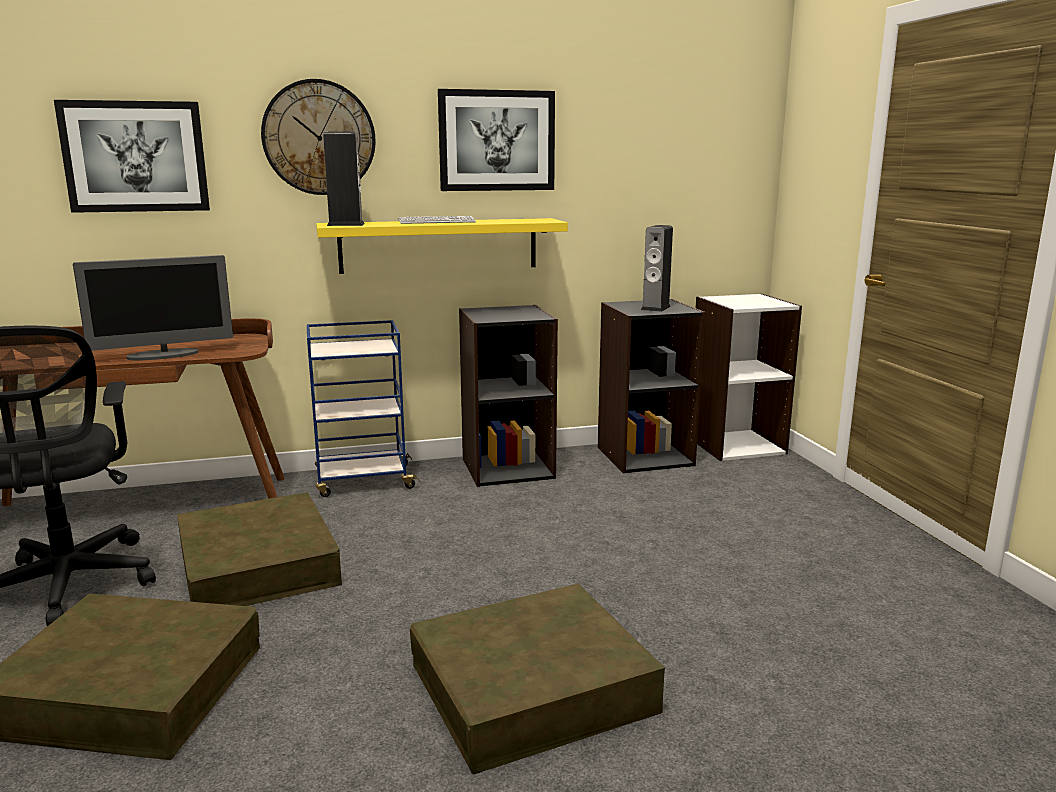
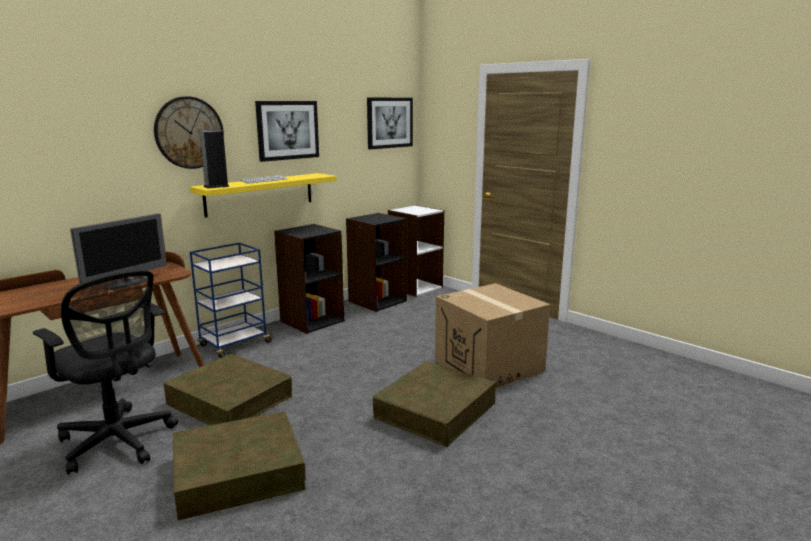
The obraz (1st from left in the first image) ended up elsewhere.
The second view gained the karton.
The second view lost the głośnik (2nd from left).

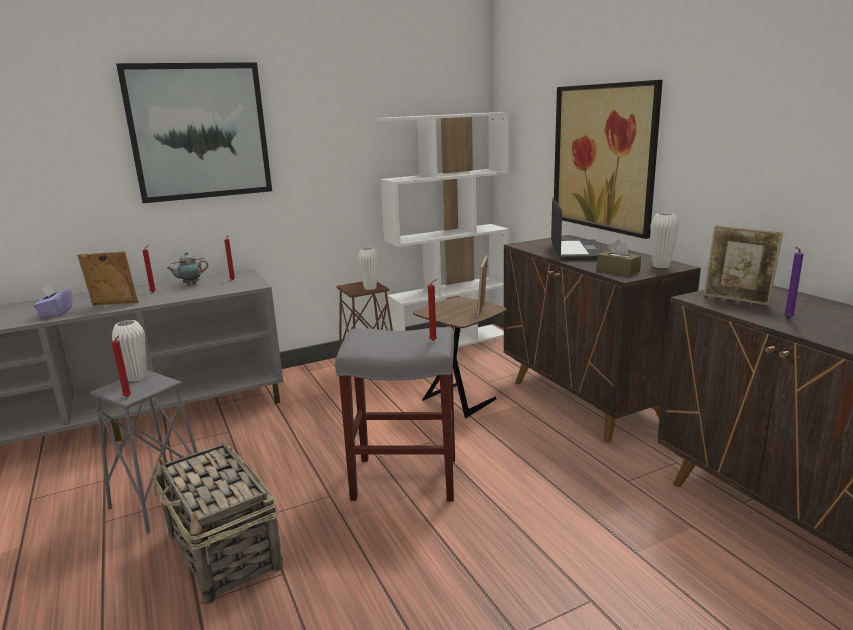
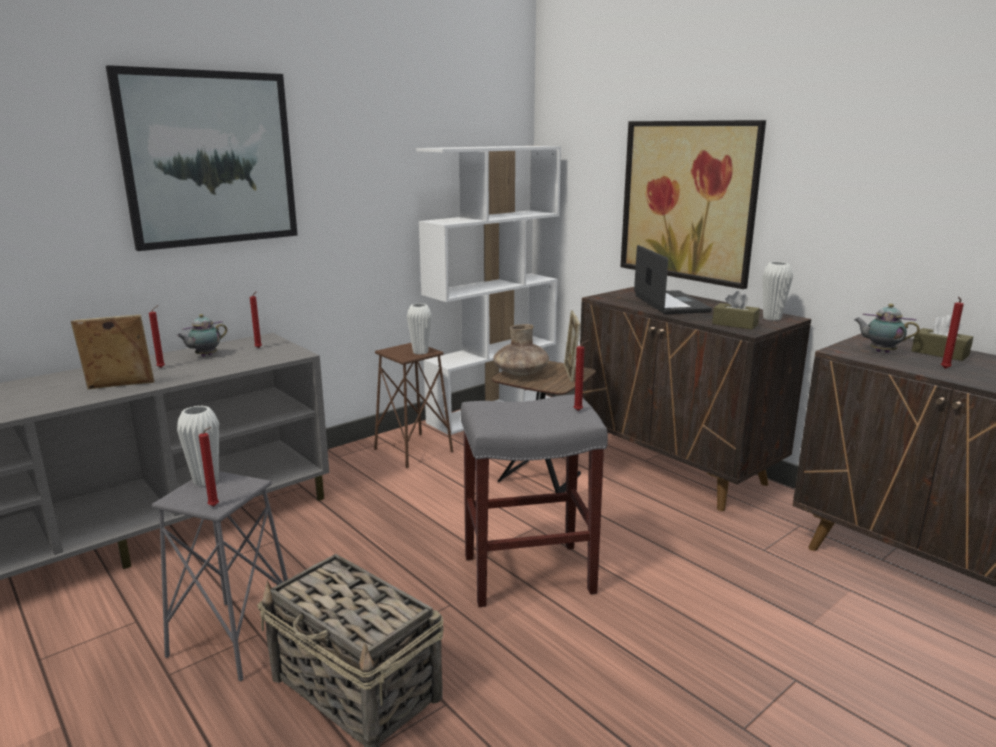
The second view gained the wazon (brązowy).
Where the ramka na zdjęcie (3rd from left) stood, the imbryk (2nd from left) came to stand.
The second view gained the pudełko chusteczek (brązowy) (2nd from left).
What was the świeca (fioletowy) turned into the świeca (czerwony) (5th from left).
The second view lost the pudełko chusteczek (fioletowy).

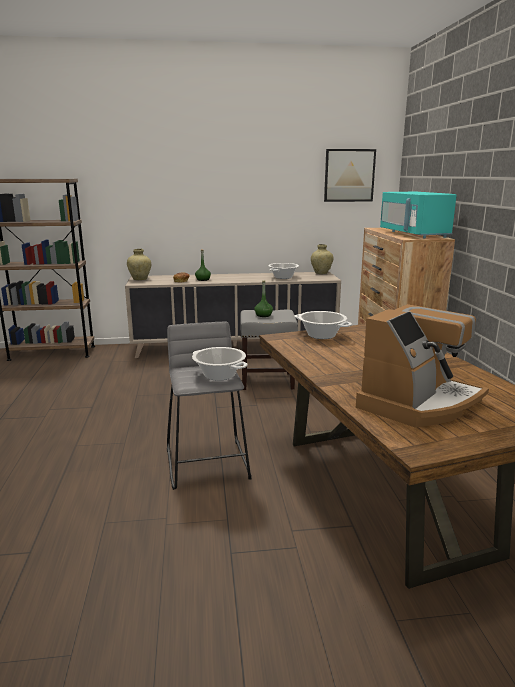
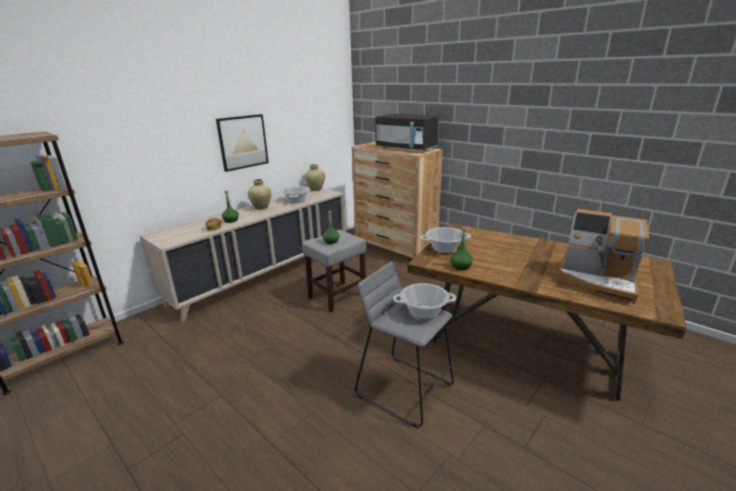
The obraz ended up elsewhere.
The wazon (beżowy) (1st from left) ended up elsewhere.
What was the mikrofalówka (turkusowy) turned into the mikrofalówka (czarny).
The second view gained the butelka (zielony) (3rd from left).
The ekspres do kawy ended up facing another way, 120 degrees clockwise from before.

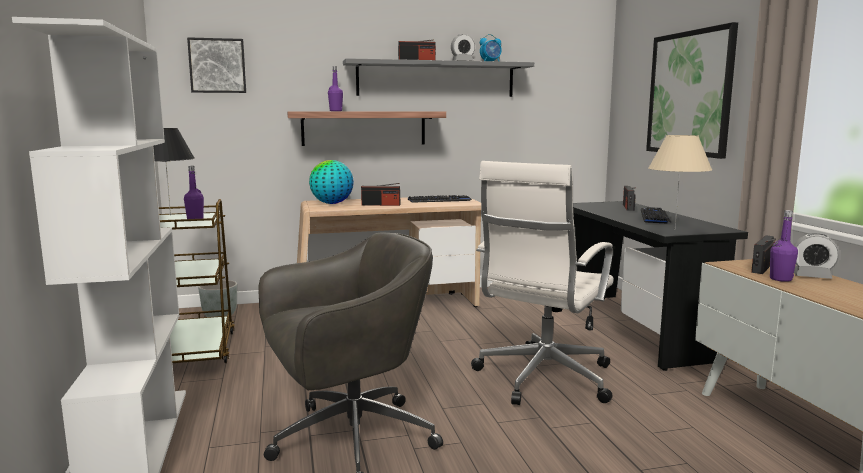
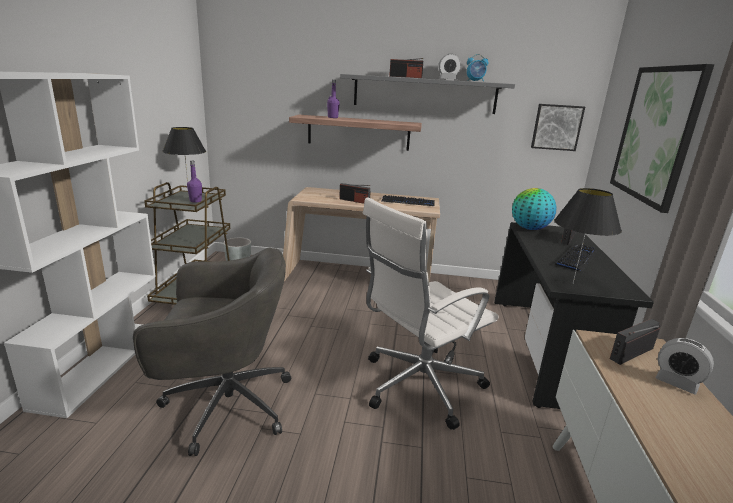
The globus ended up elsewhere.
The obraz (1st from left) ended up elsewhere.
What was the lampa stołowa (beżowy) turned into the lampa stołowa (czarny) (2nd from left).
The second view lost the butelka (fioletowy) (3rd from left).

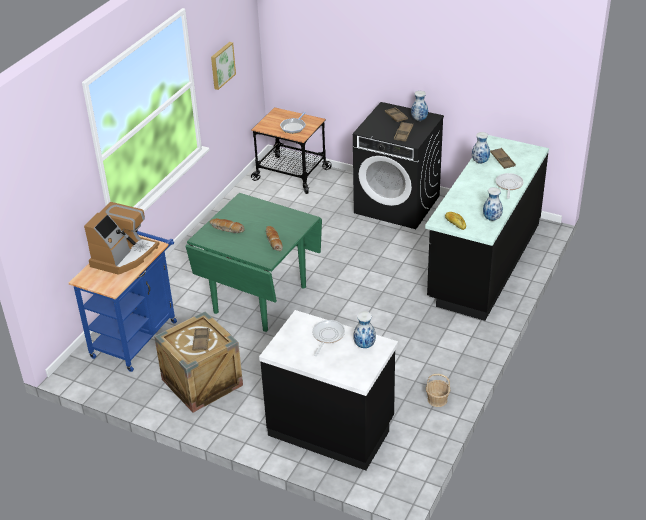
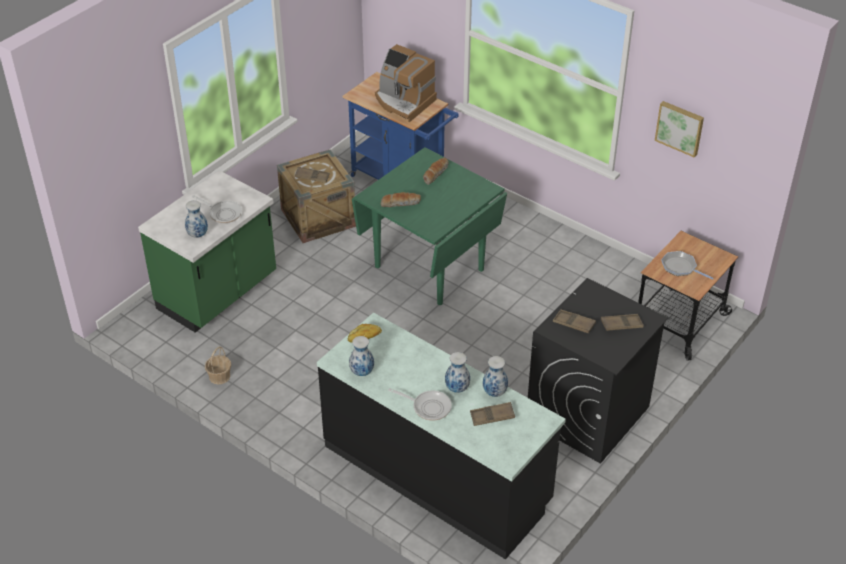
What was the zabudowa kuchenna (czarny) (1st from left) turned into the zabudowa kuchenna (zielony).
The wazon (2nd from left in the first image) ended up elsewhere.

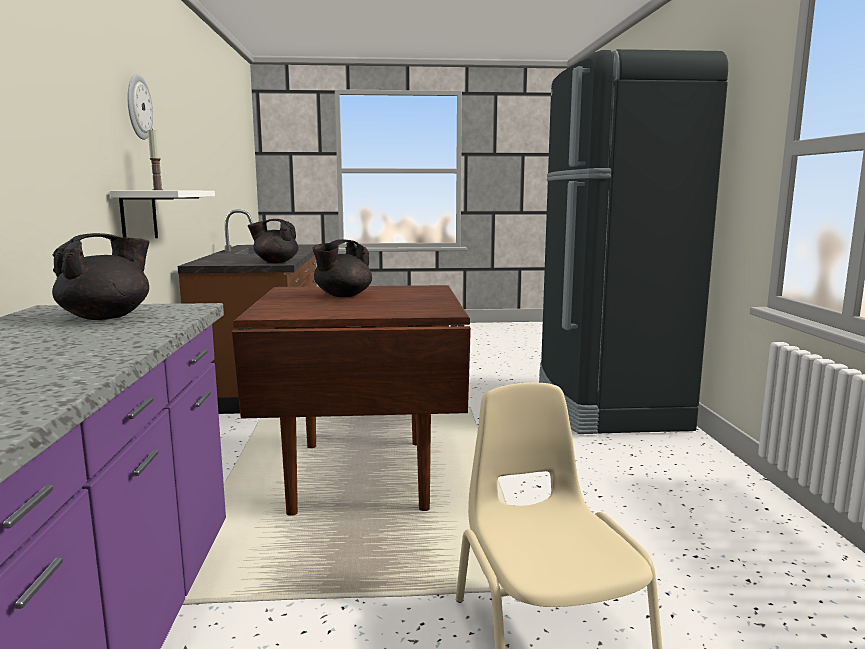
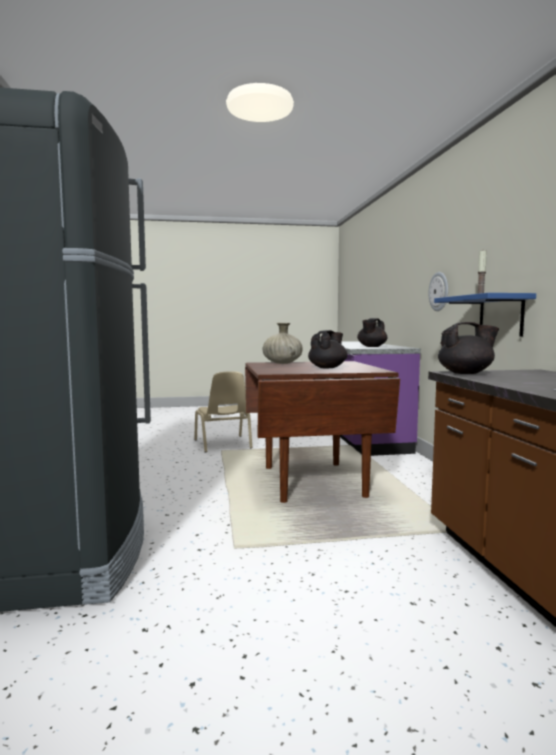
The second view gained the wazon (beżowy).
The zegar ścienny ended up elsewhere.
What was the półka (biały) turned into the półka (niebieski).

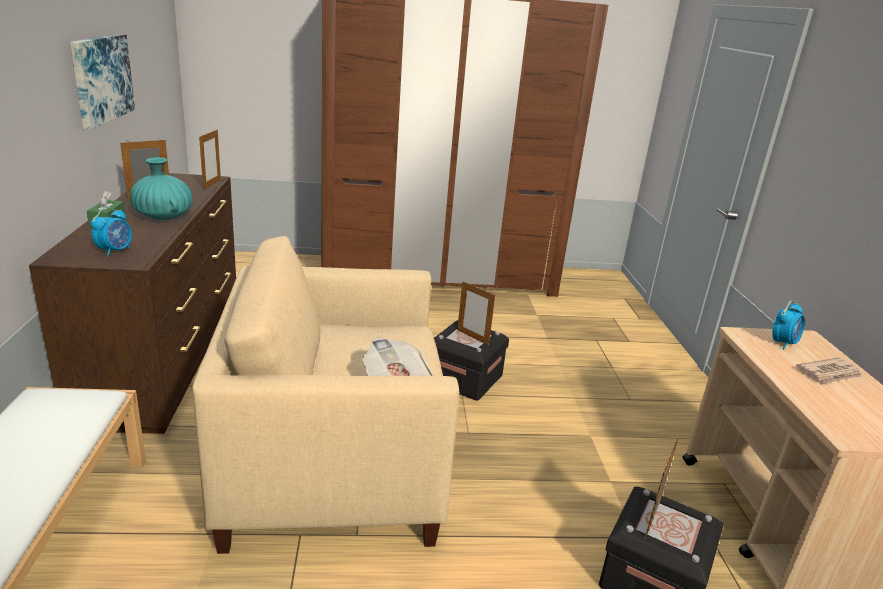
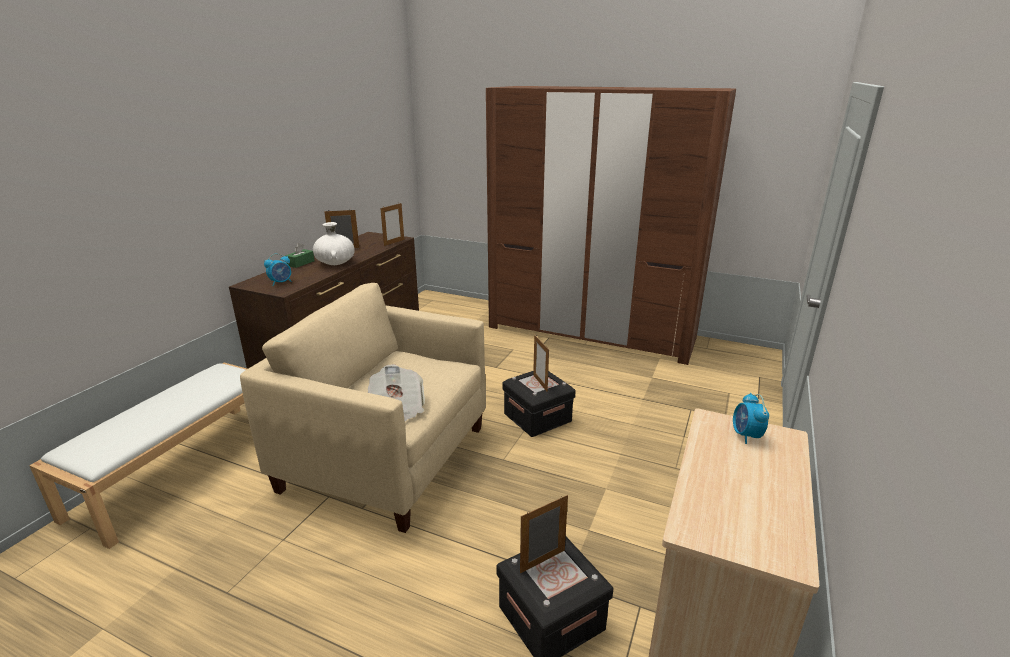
What was the wazon (turkusowy) turned into the wazon (biały).
The budzik (2nd from left) ended up facing another way, 105 degrees clockwise from before.
The second view lost the obraz.
The second view lost the gazeta (2nd from left).

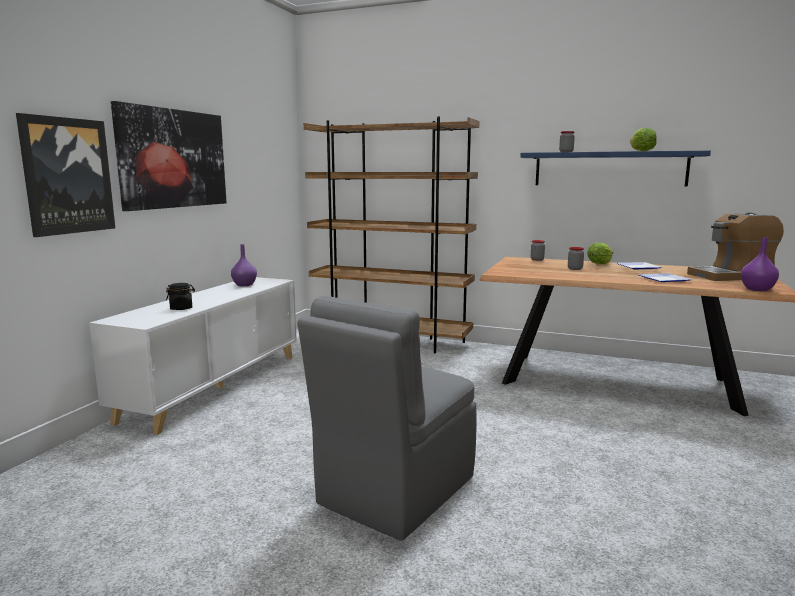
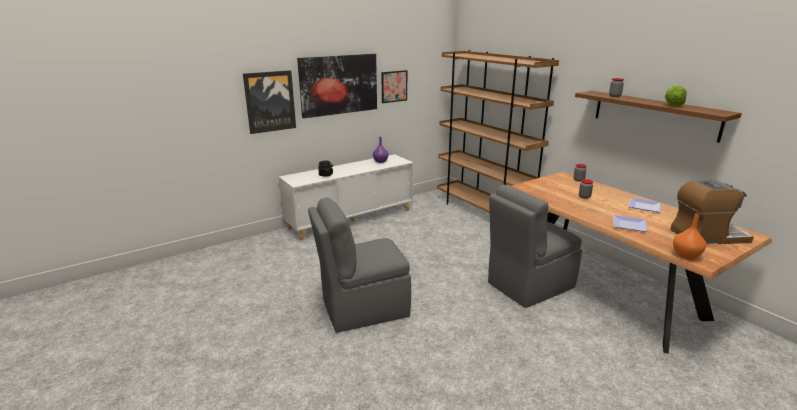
The second view gained the obraz (3rd from left).
The second view gained the krzesło (szary) (2nd from left).
What was the półka (niebieski) turned into the półka (brązowy).
The ekspres do kawy ended up facing another way, 150 degrees clockwise from before.
What was the wazon (fioletowy) (2nd from left) turned into the wazon (pomarańczowy).
The second view lost the sałata (1st from left).

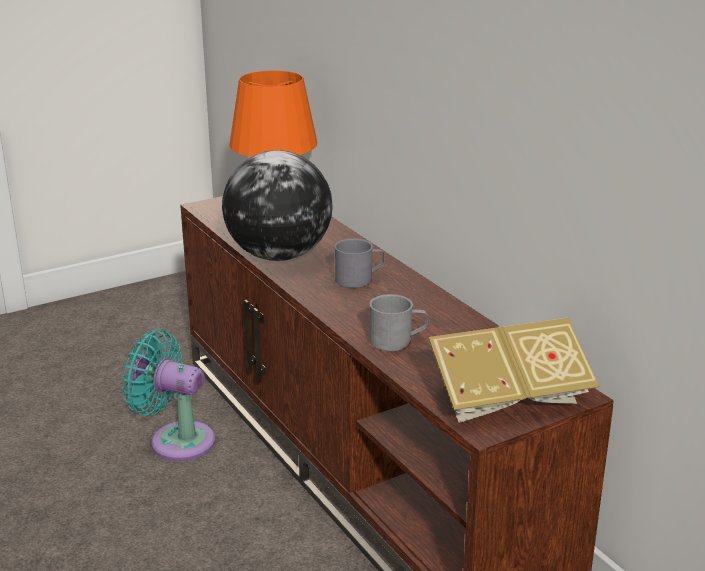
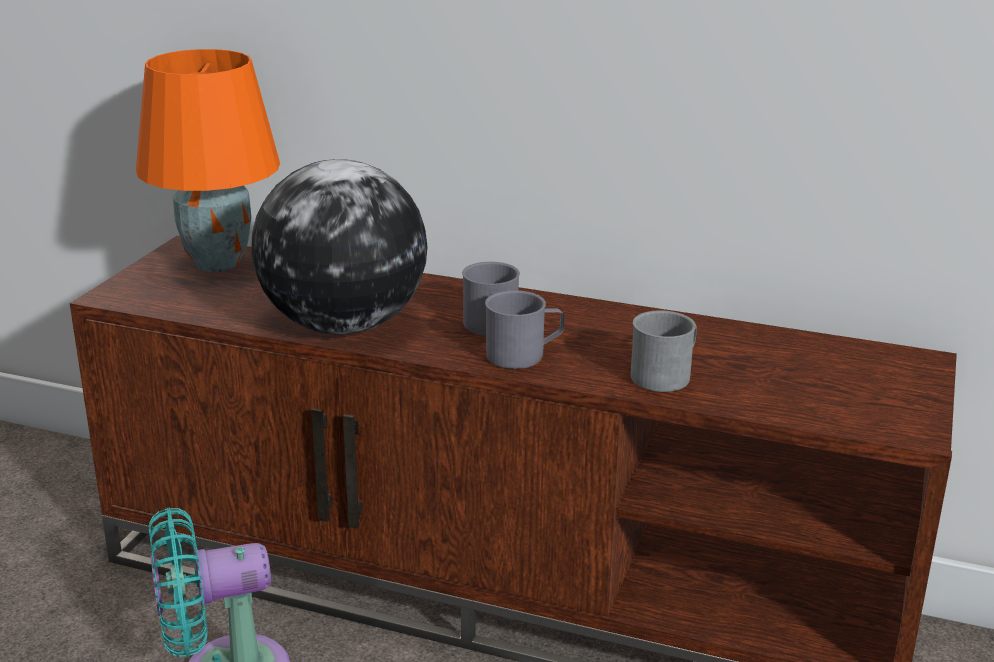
The second view gained the kubek (szary) (2nd from left).
The second view lost the książka.

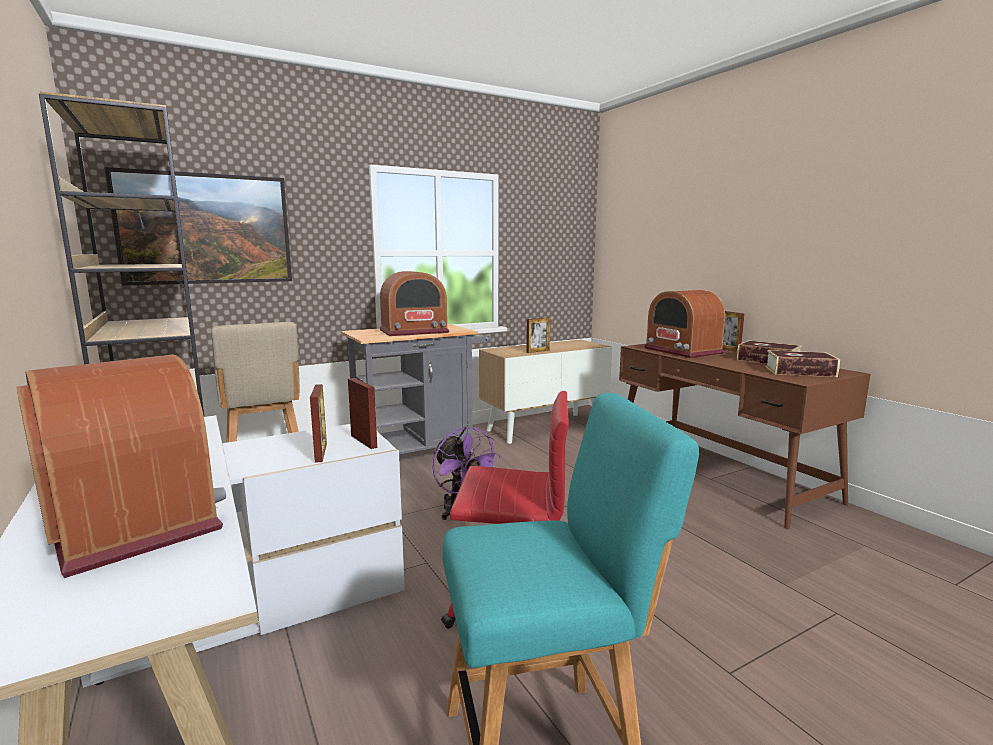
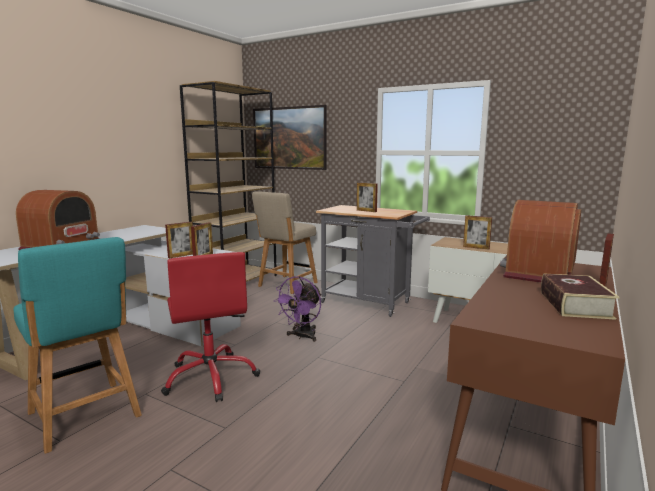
Where the radio (2nd from left) stood, the ramka na zdjęcie (3rd from left) came to stand.
The second view lost the książka (2nd from left).

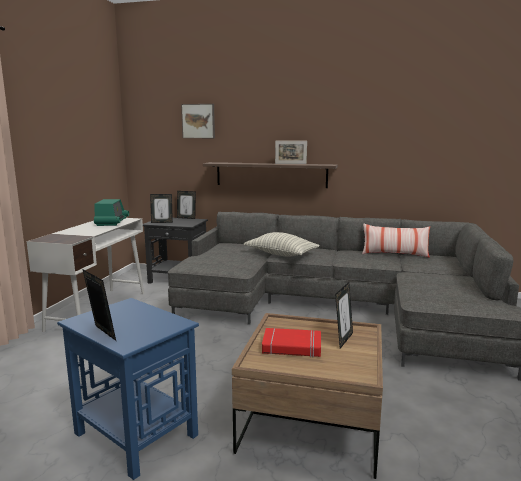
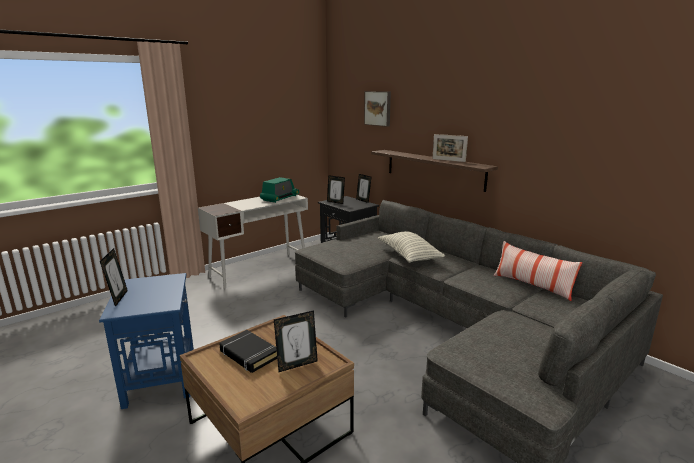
What was the książka (czerwony) turned into the książka (czarny).

